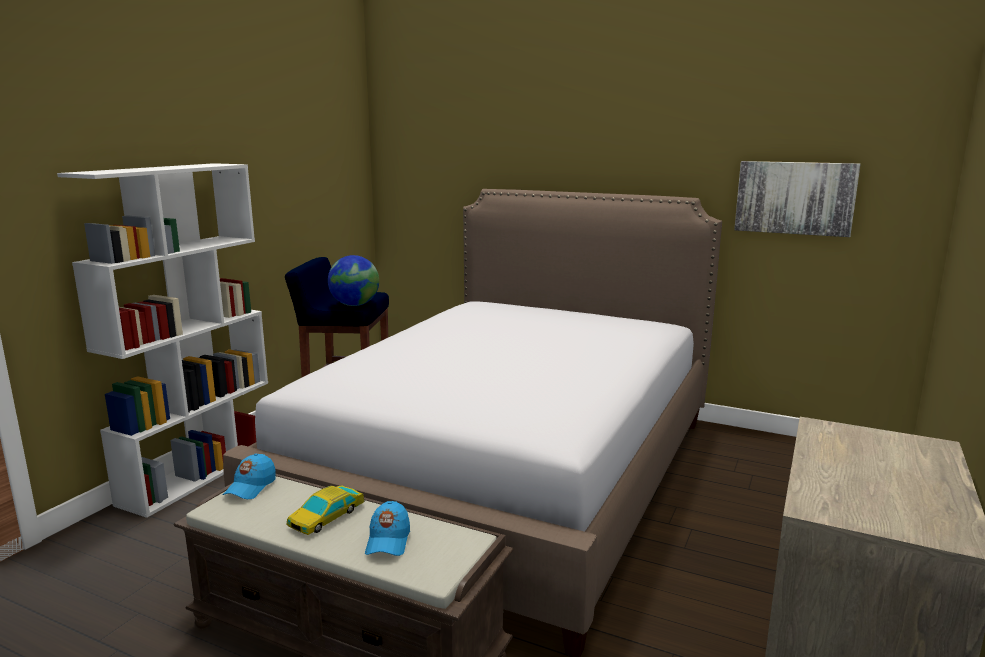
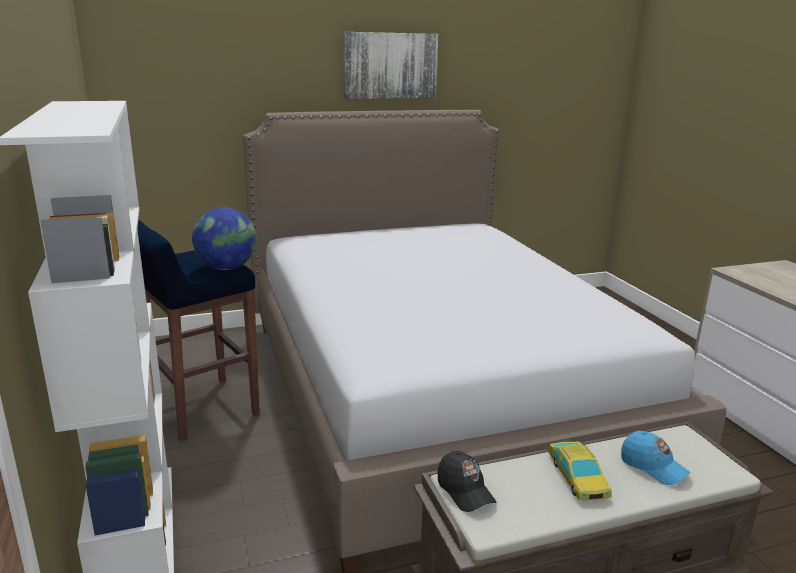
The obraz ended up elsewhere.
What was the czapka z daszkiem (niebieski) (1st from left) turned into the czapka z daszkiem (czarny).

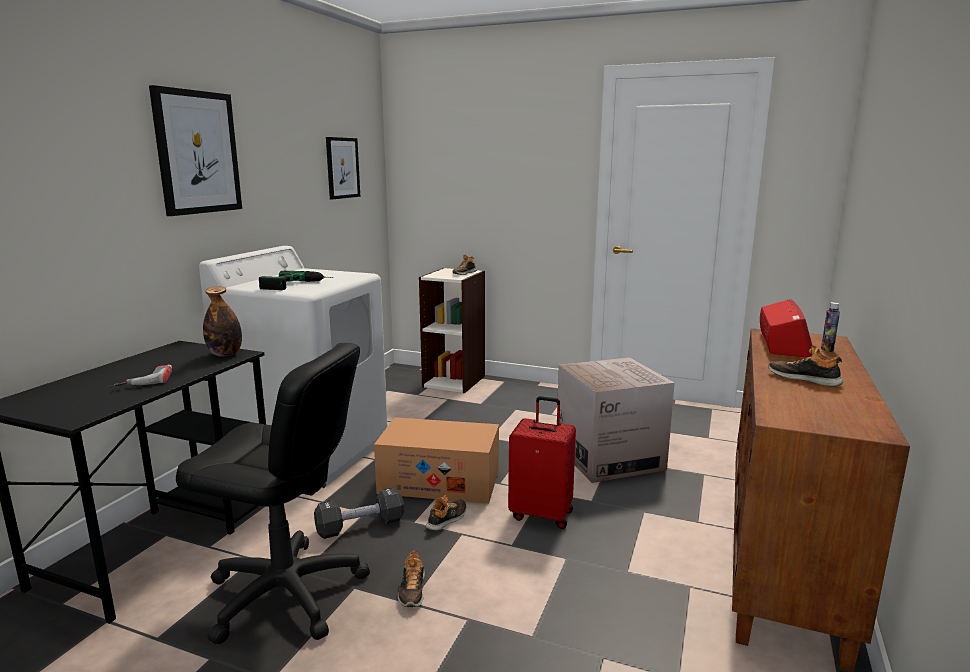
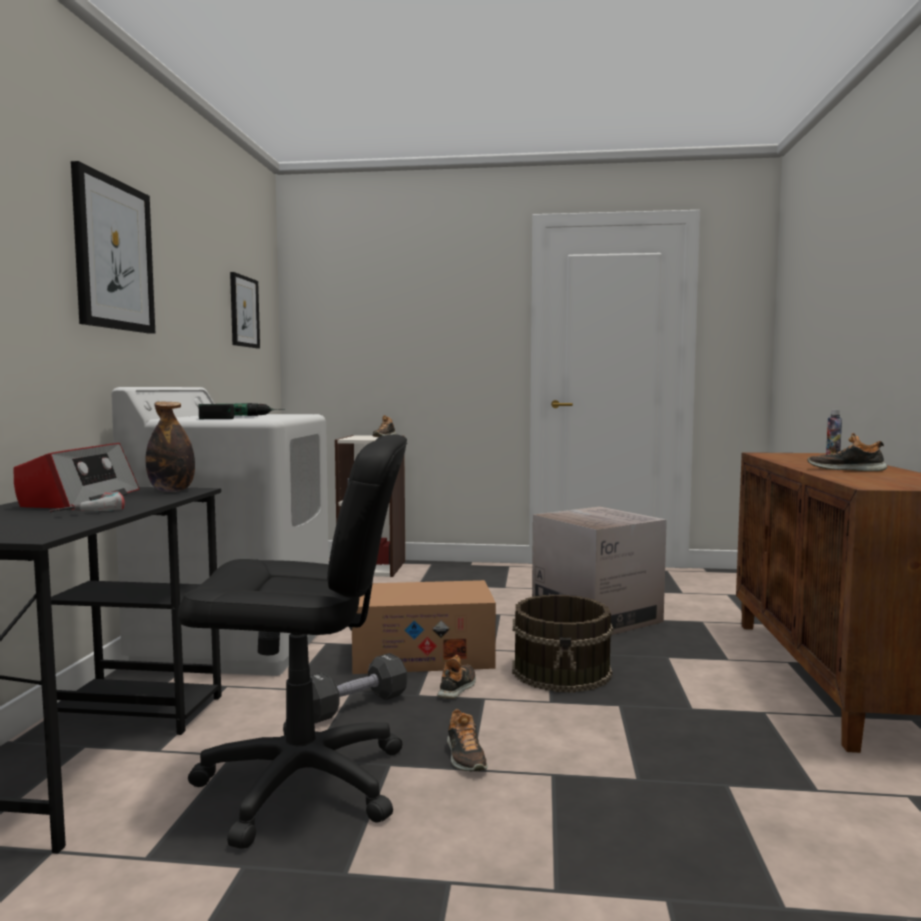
The radio ended up elsewhere.
Where the walizka (czerwony) stood, the wiadro (brązowy) came to stand.

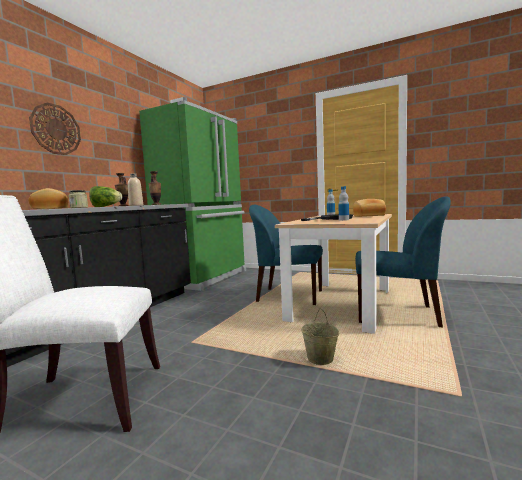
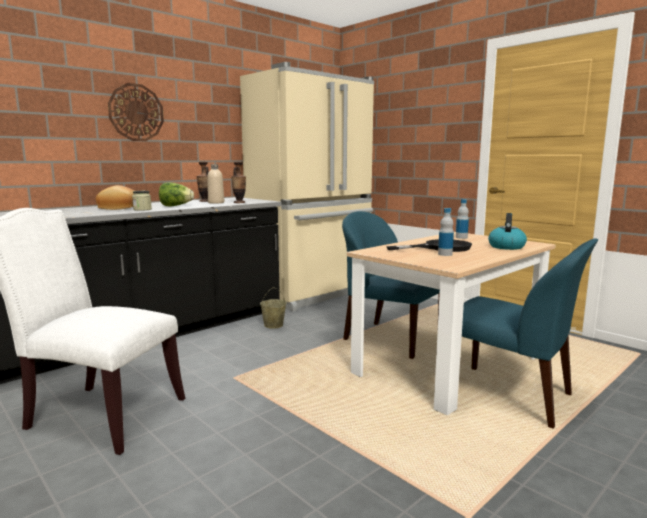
What was the lodówka (zielony) turned into the lodówka (beżowy).
The wiadro (beżowy) ended up elsewhere.
Where the chleb (2nd from left) stood, the czajnik came to stand.

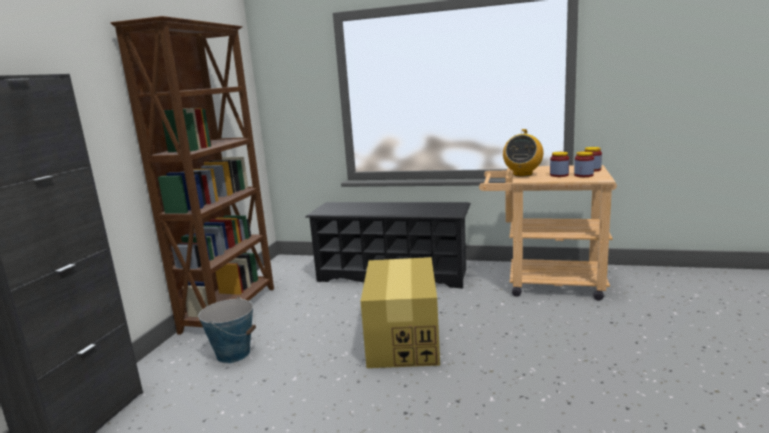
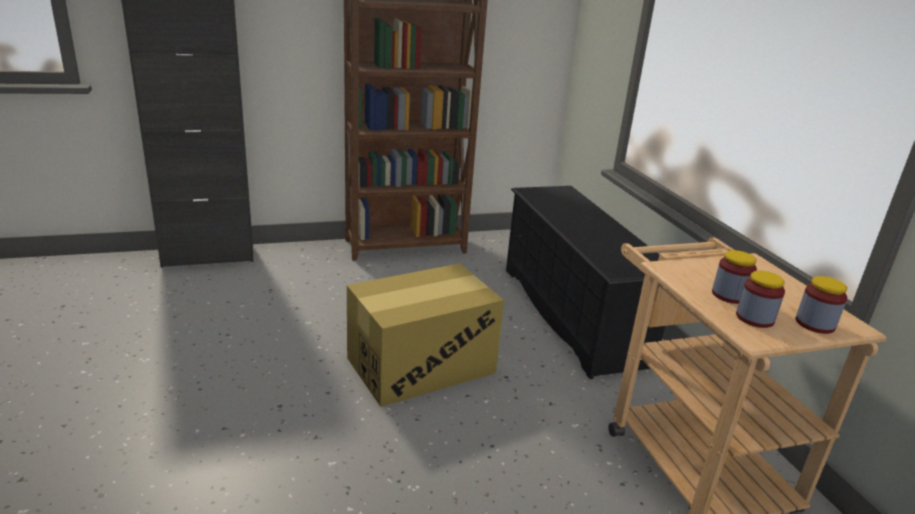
The second view lost the wiadro.
The second view lost the radio.

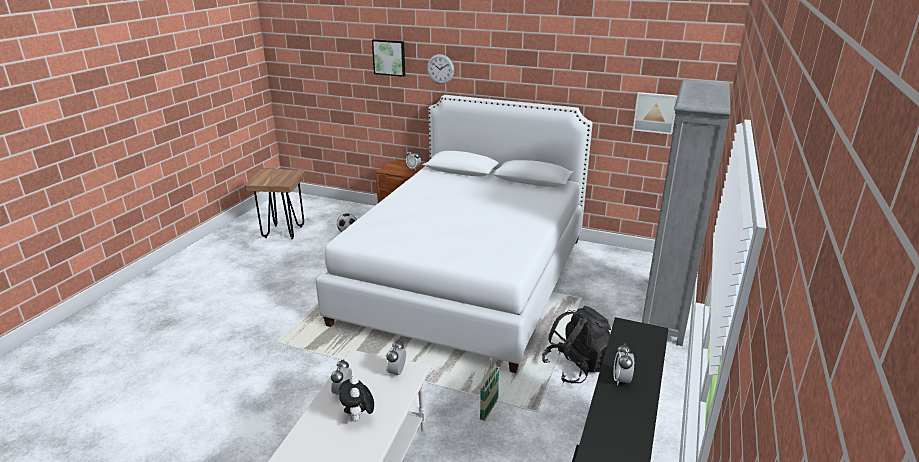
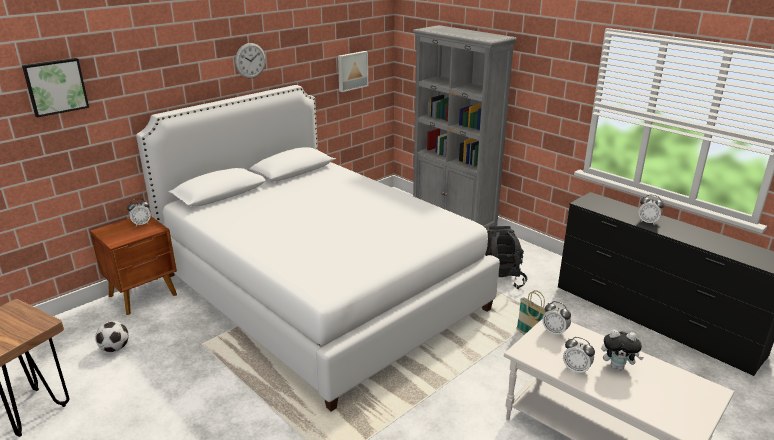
The zegar ścienny ended up elsewhere.

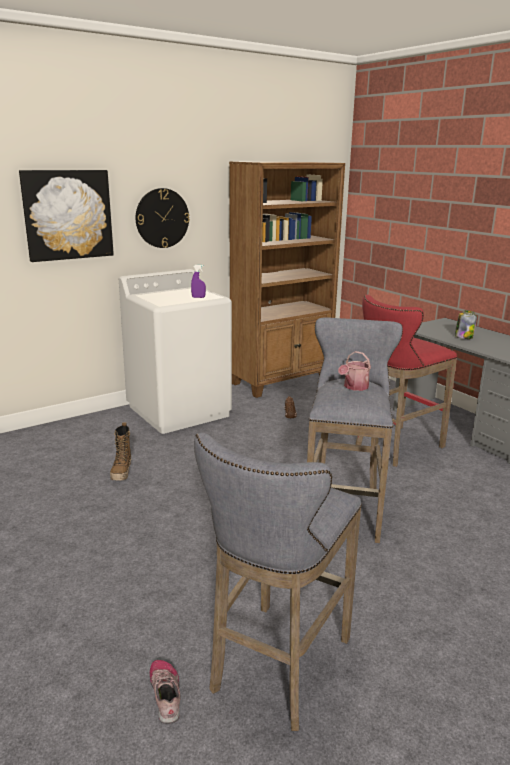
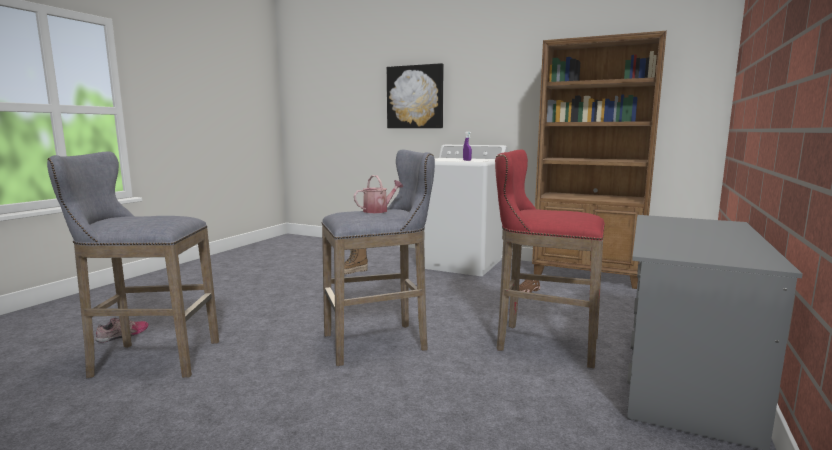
The konewka ended up facing another way, 135 degrees clockwise from before.
The second view lost the zegar ścienny.
The second view lost the słoik.

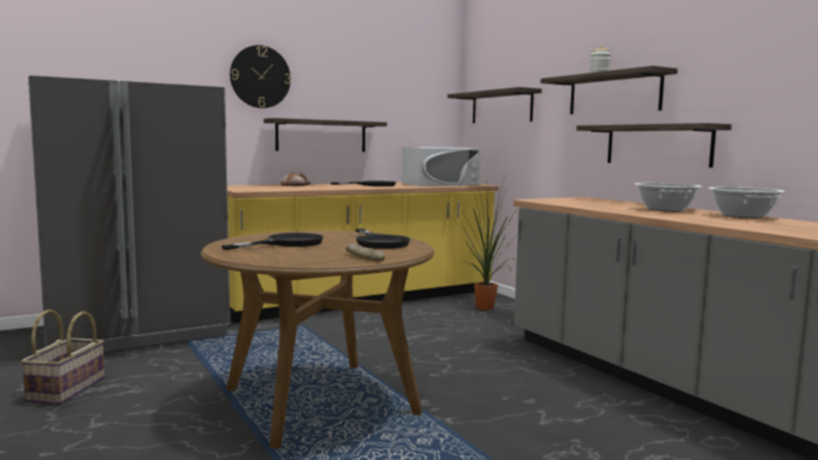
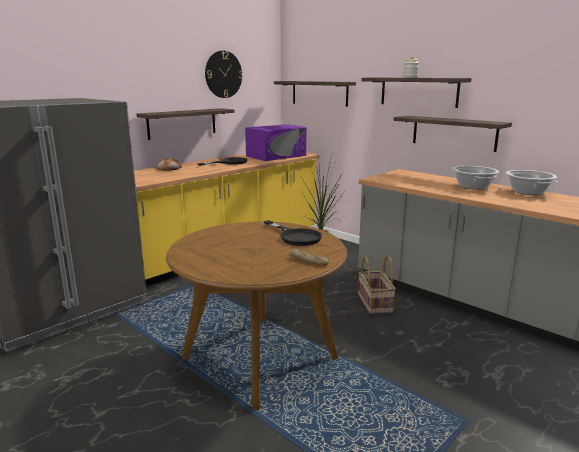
The zegar ścienny ended up elsewhere.
What was the mikrofalówka (biały) turned into the mikrofalówka (fioletowy).
The koszyk ended up elsewhere.
The second view lost the patelnia (czarny) (1st from left).

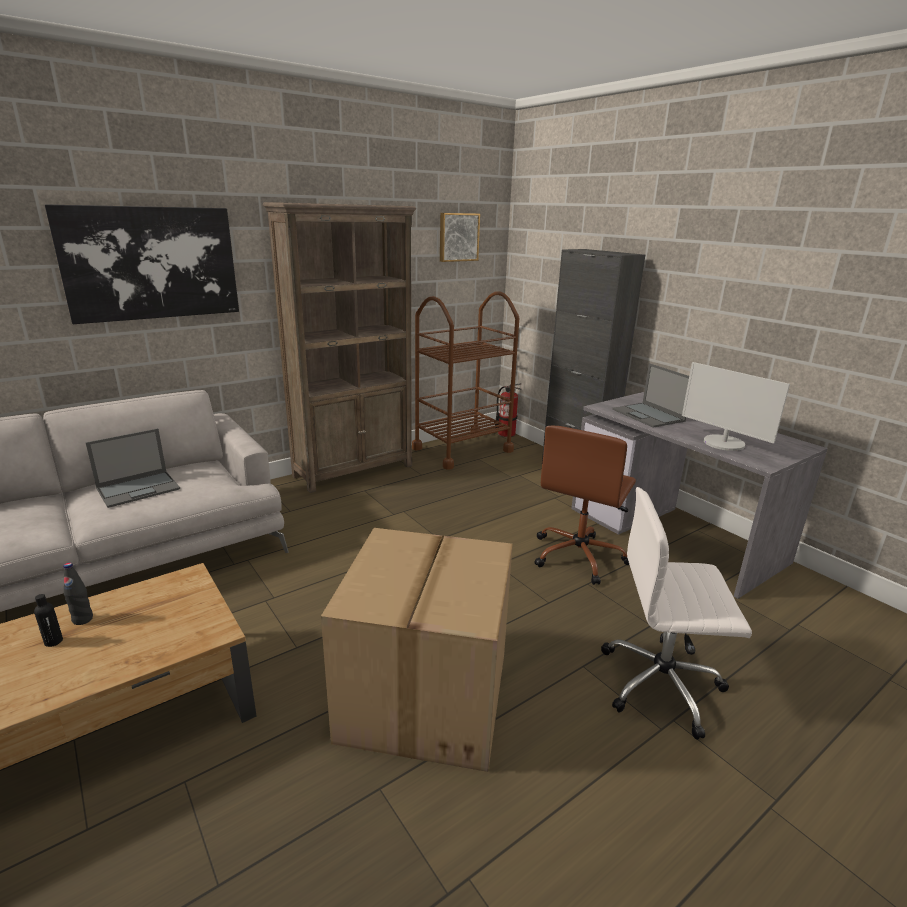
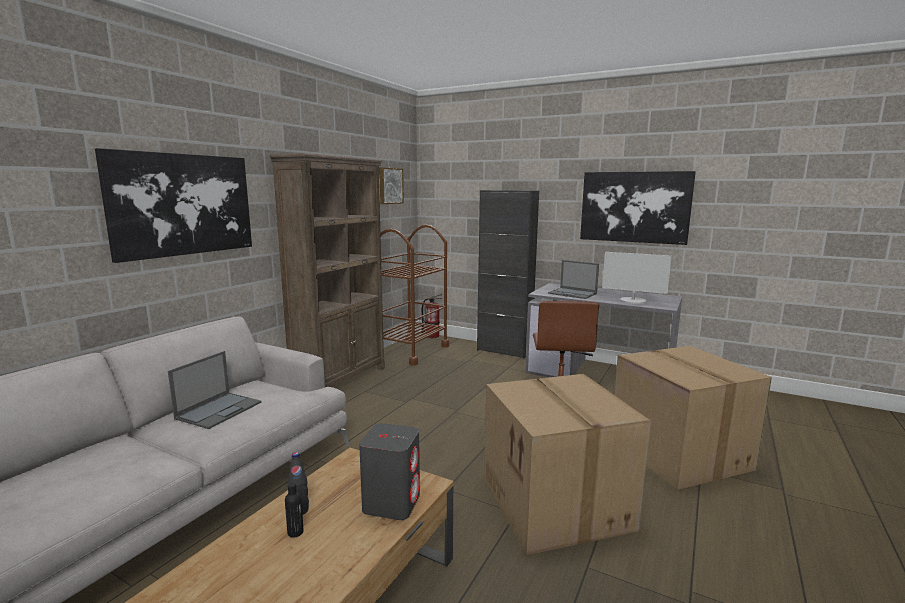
The second view gained the głośnik (szary).
The second view gained the obraz (3rd from left).
Where the krzesło biurowe (biały) stood, the karton (2nd from left) came to stand.

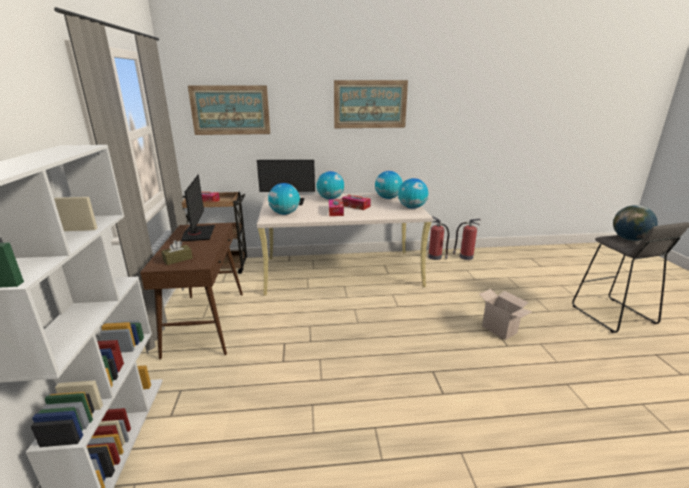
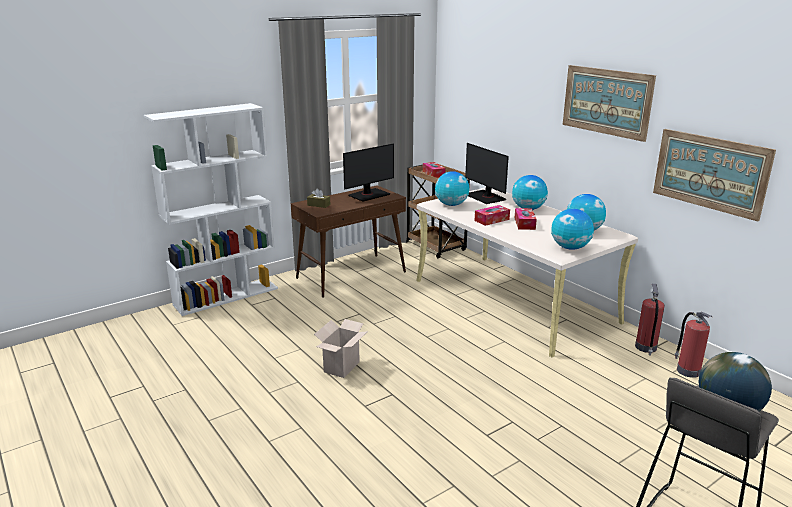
The karton ended up elsewhere.
The obraz (1st from left in the first image) ended up elsewhere.

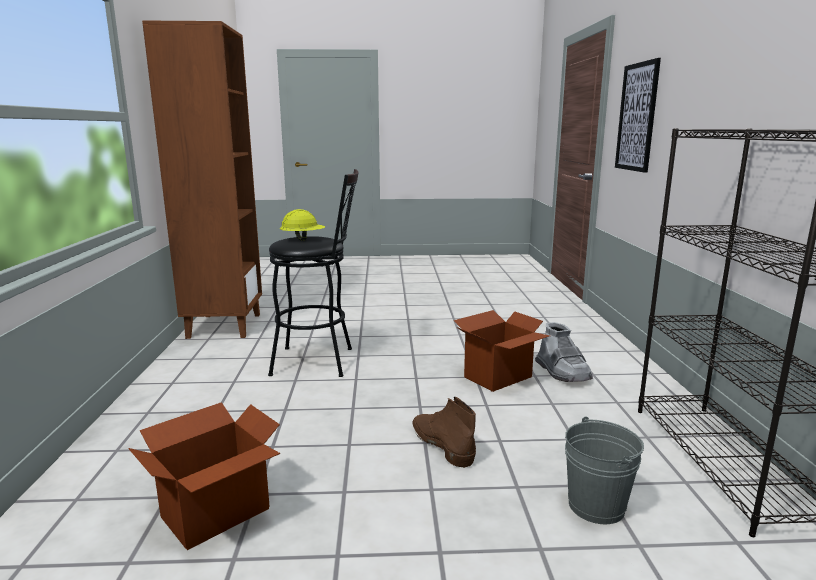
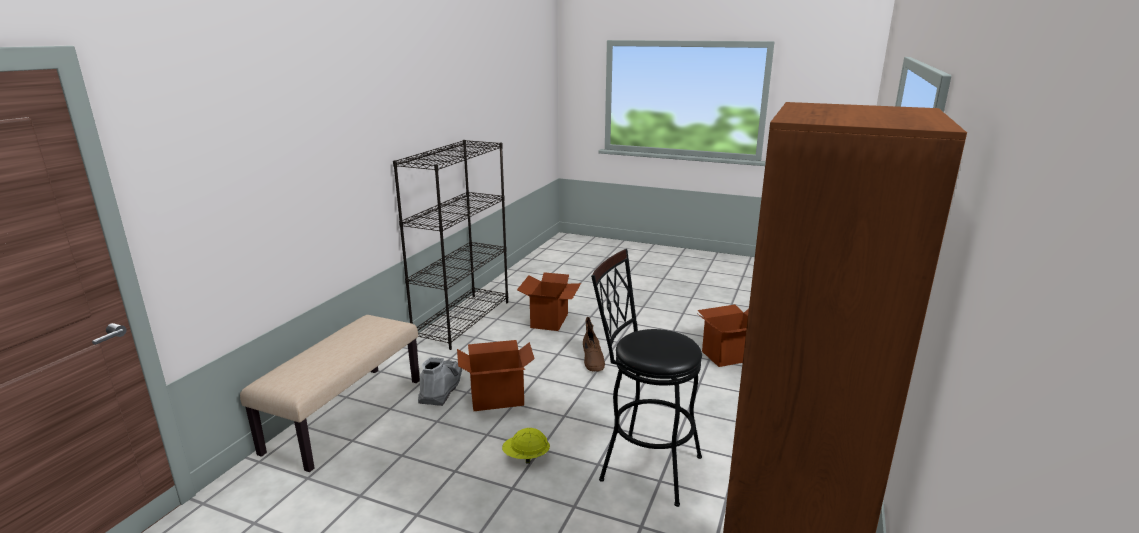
The second view gained the ławka (beżowy).
The kask (żółty) ended up elsewhere.
Where the wiadro (szary) stood, the karton (2nd from left) came to stand.
The second view lost the obraz.

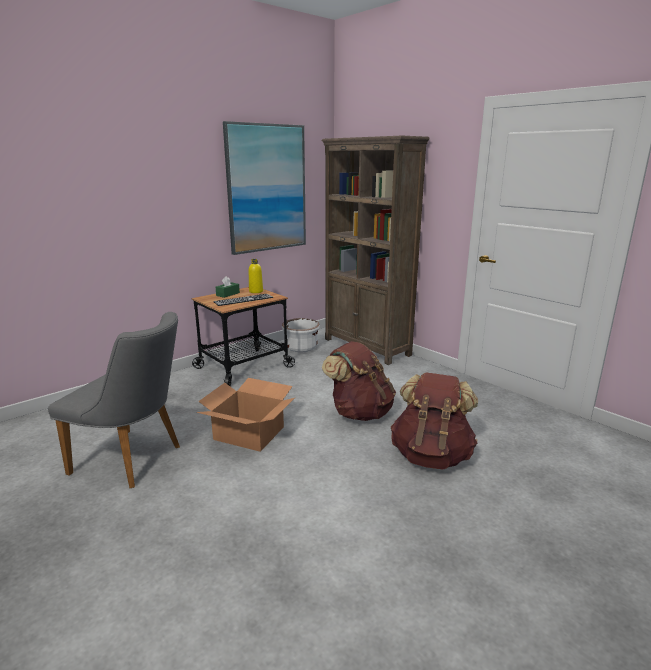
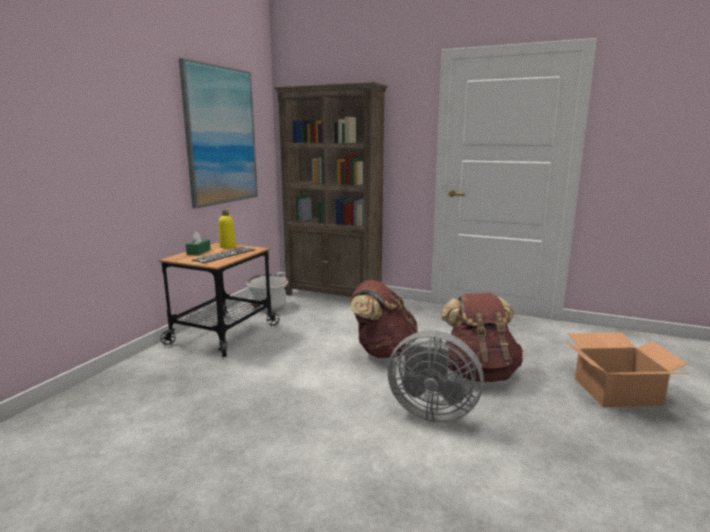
The second view gained the wentylator (szary).
The karton ended up elsewhere.
The second view lost the krzesło (szary).

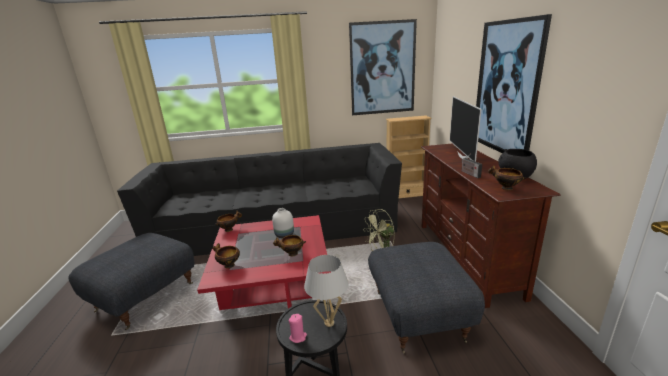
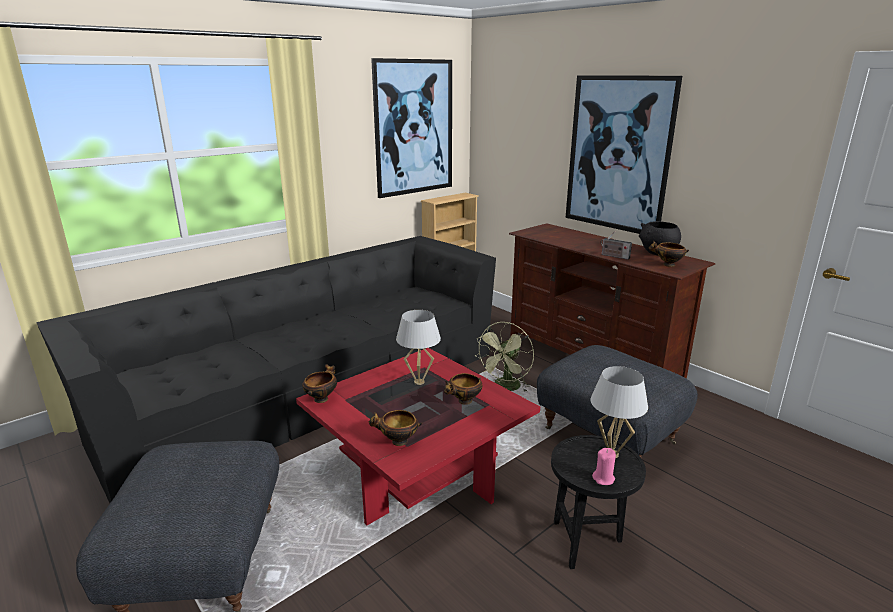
Where the wazon (biały) stood, the lampa stołowa (biały) (1st from left) came to stand.
The second view lost the telewizor.

